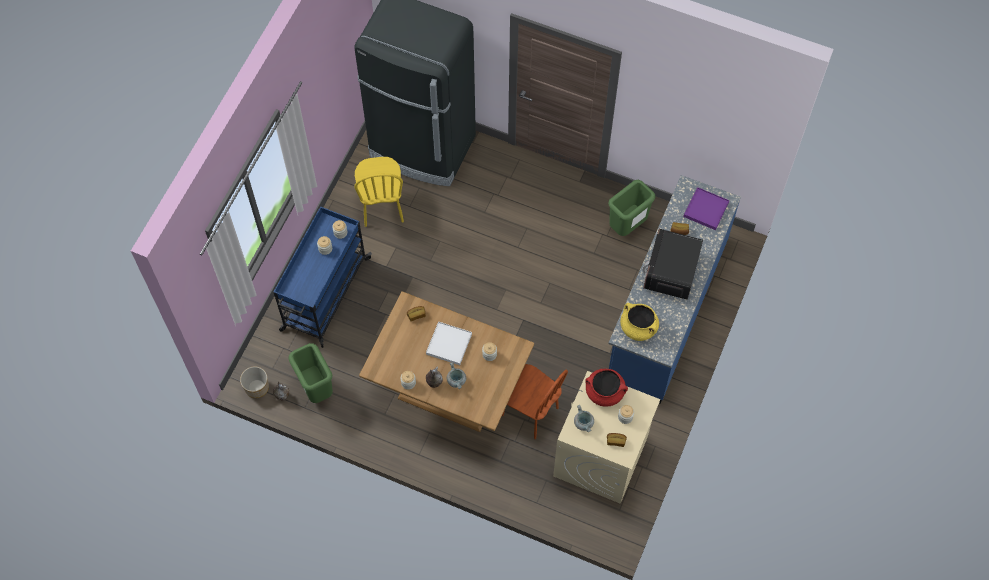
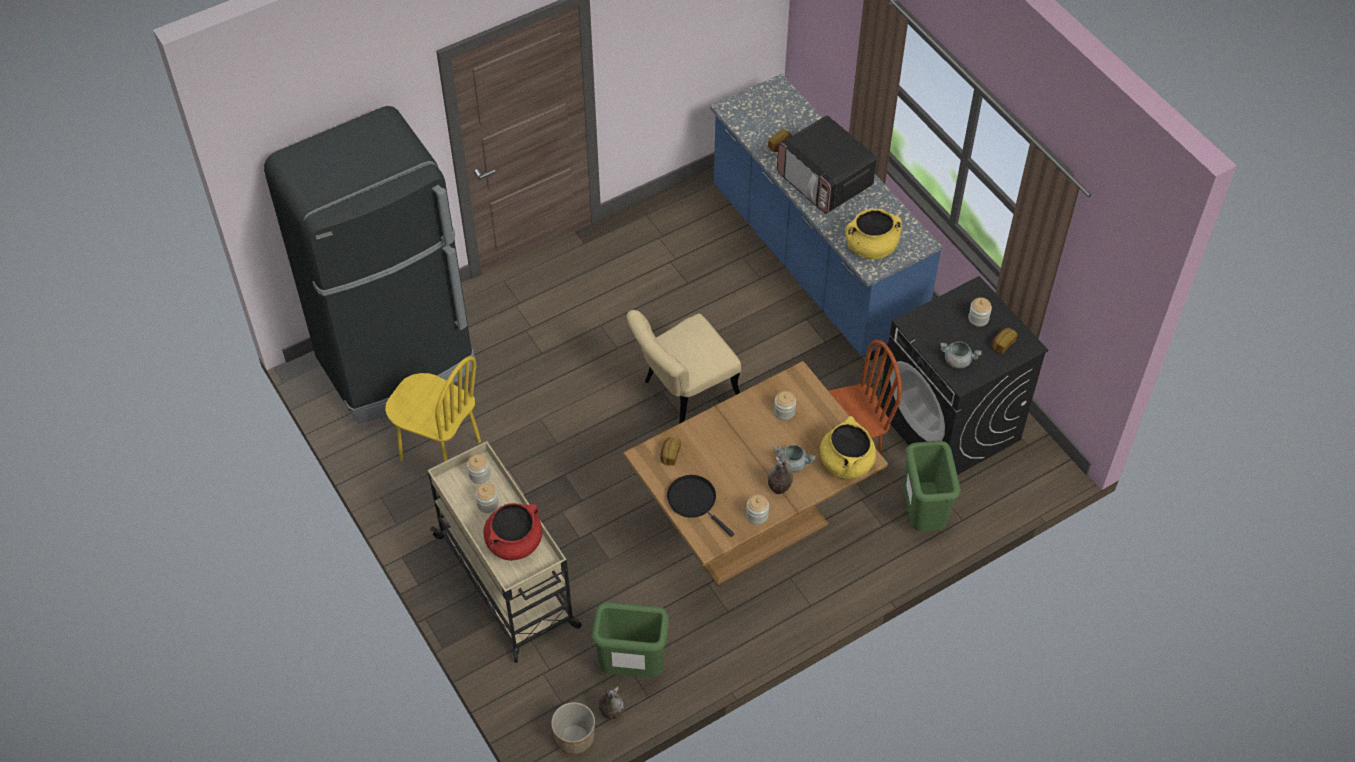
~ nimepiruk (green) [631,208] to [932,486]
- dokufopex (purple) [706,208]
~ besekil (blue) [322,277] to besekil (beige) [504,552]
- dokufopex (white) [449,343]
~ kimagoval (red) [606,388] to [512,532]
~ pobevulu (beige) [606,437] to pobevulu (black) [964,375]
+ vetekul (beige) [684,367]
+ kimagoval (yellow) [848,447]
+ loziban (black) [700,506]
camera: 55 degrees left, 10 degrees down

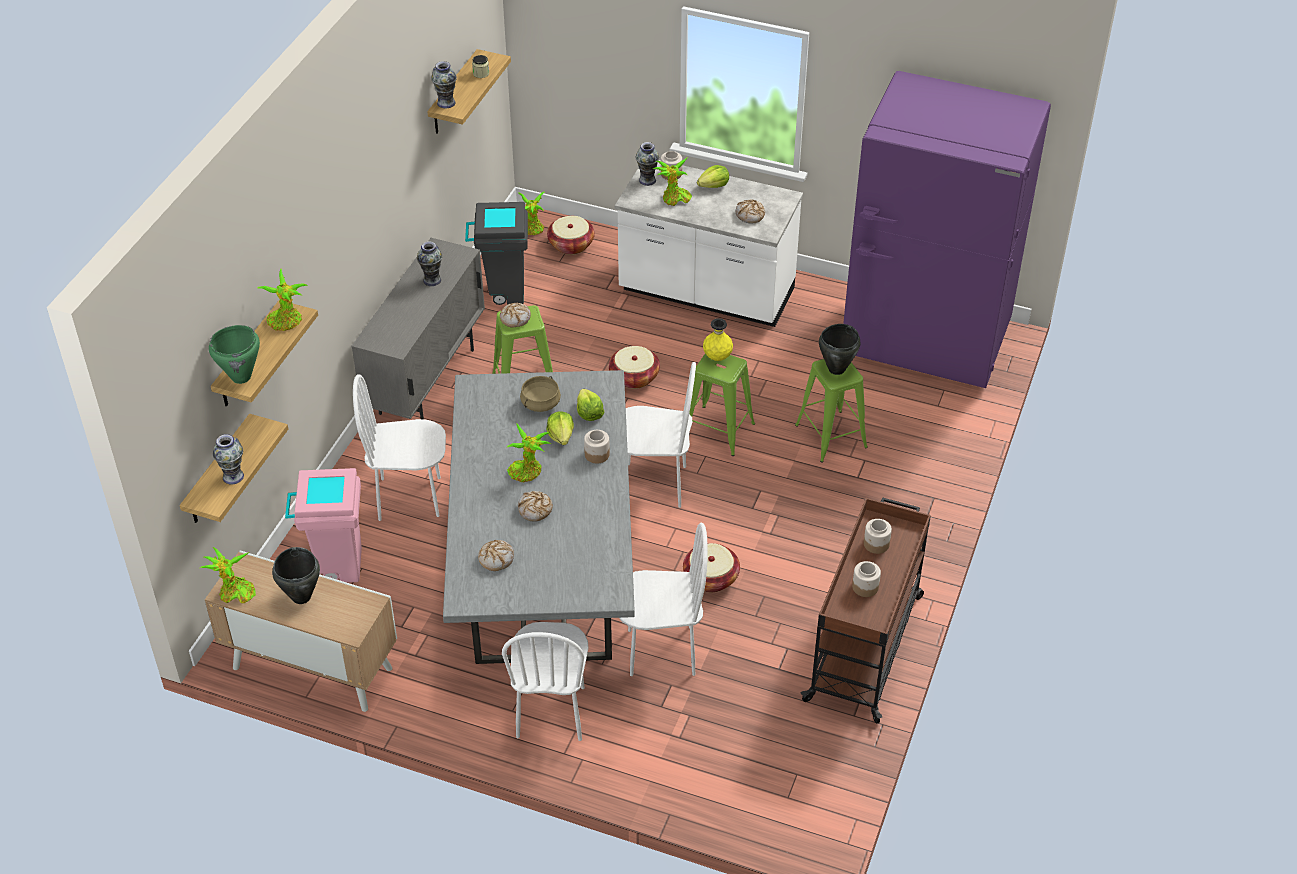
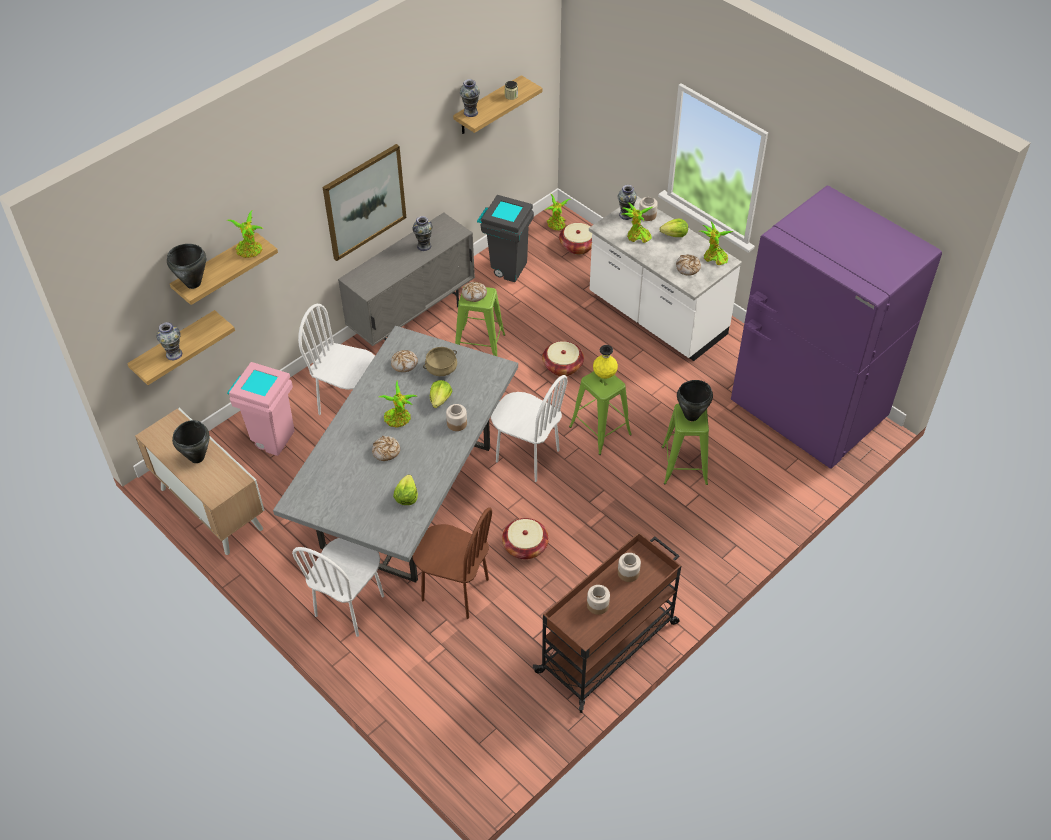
~ kimagoval (green) [234,354] to kimagoval (black) [186,266]
~ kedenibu [590,405] to [405,490]
~ vetekul (white) [663,599] to vetekul (brown) [452,563]
~ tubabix [496,555] to [404,361]
~ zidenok [228,575] to [716,243]
+ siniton [364,202]
camera: 25 degrees right, 5 degrees up

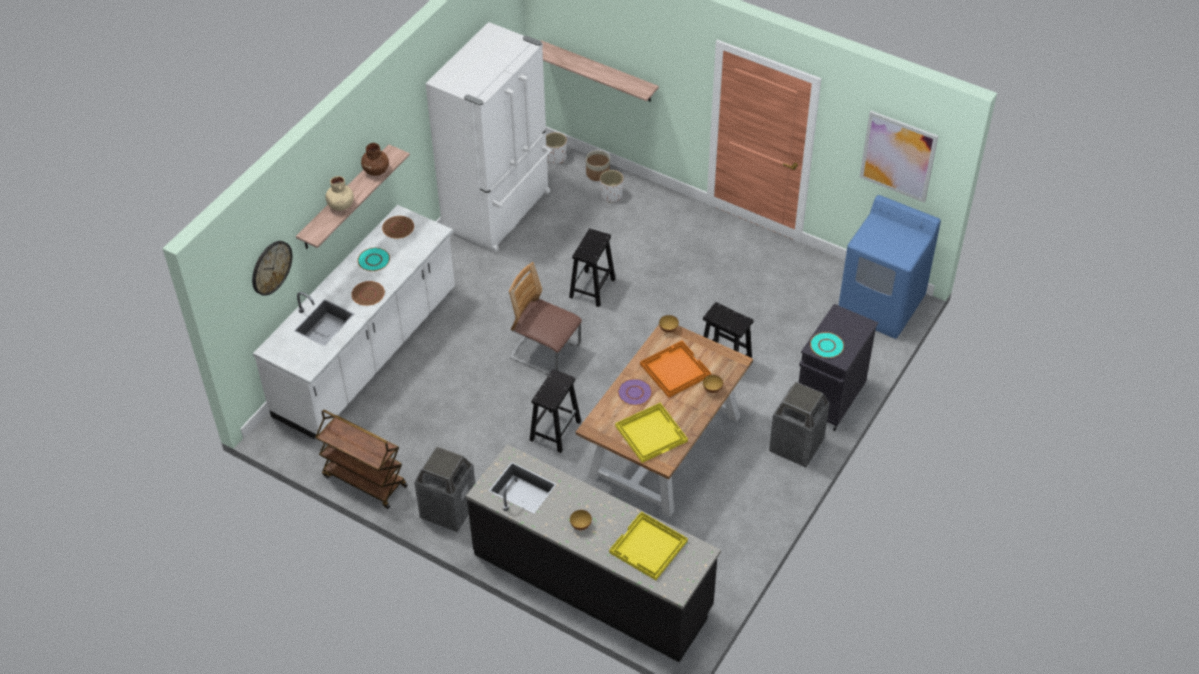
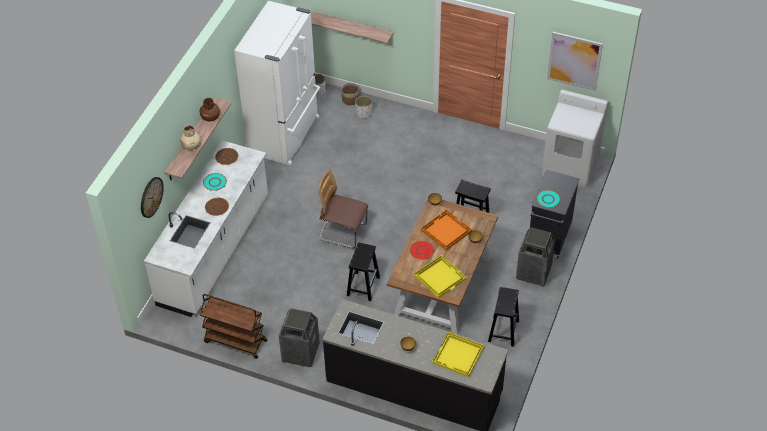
~ pobevulu (blue) [889,267] to pobevulu (white) [575,139]
~ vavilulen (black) [592,267] to [503,317]
~ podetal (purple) [635,392] to podetal (red) [422,250]
camera: 10 degrees left, 0 degrees up

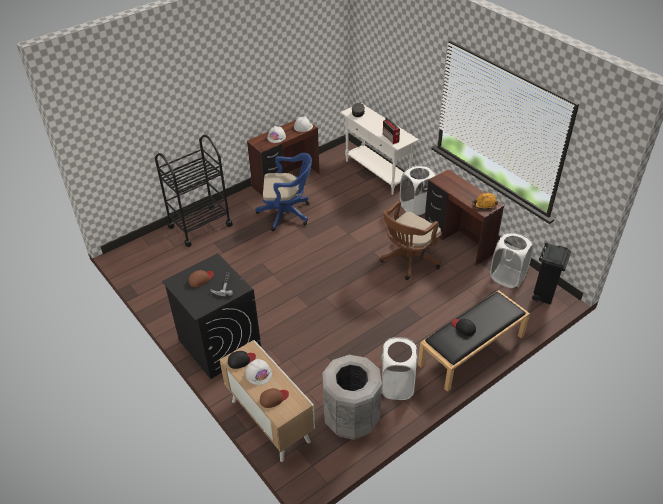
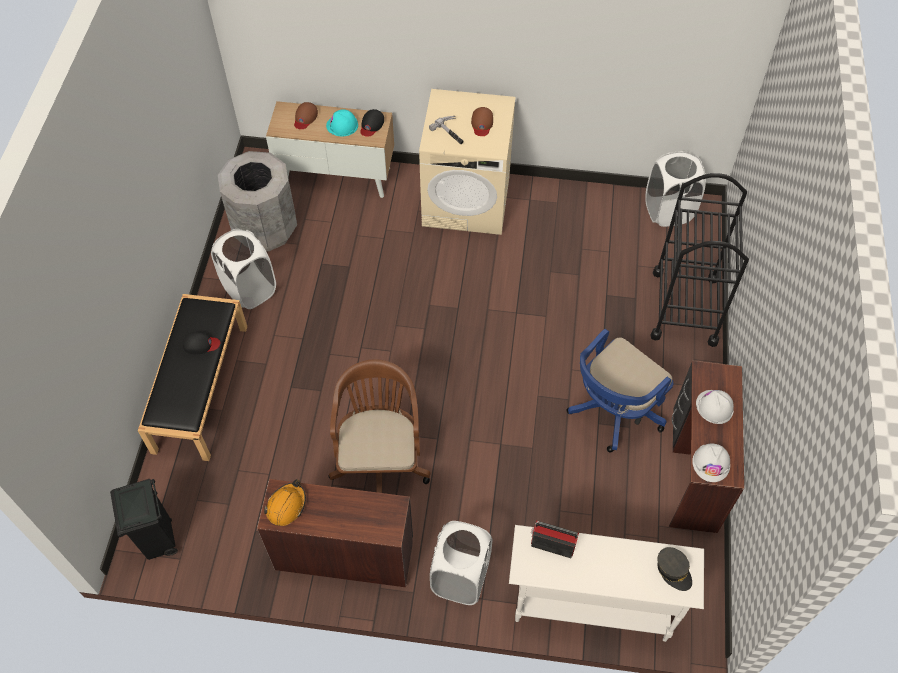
~ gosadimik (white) [512,260] to [675,189]
~ pobevulu (black) [211,316] to pobevulu (beige) [467,162]
~ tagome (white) [259,372] to tagome (turquoise) [342,122]
camera: 135 degrees right, 15 degrees up

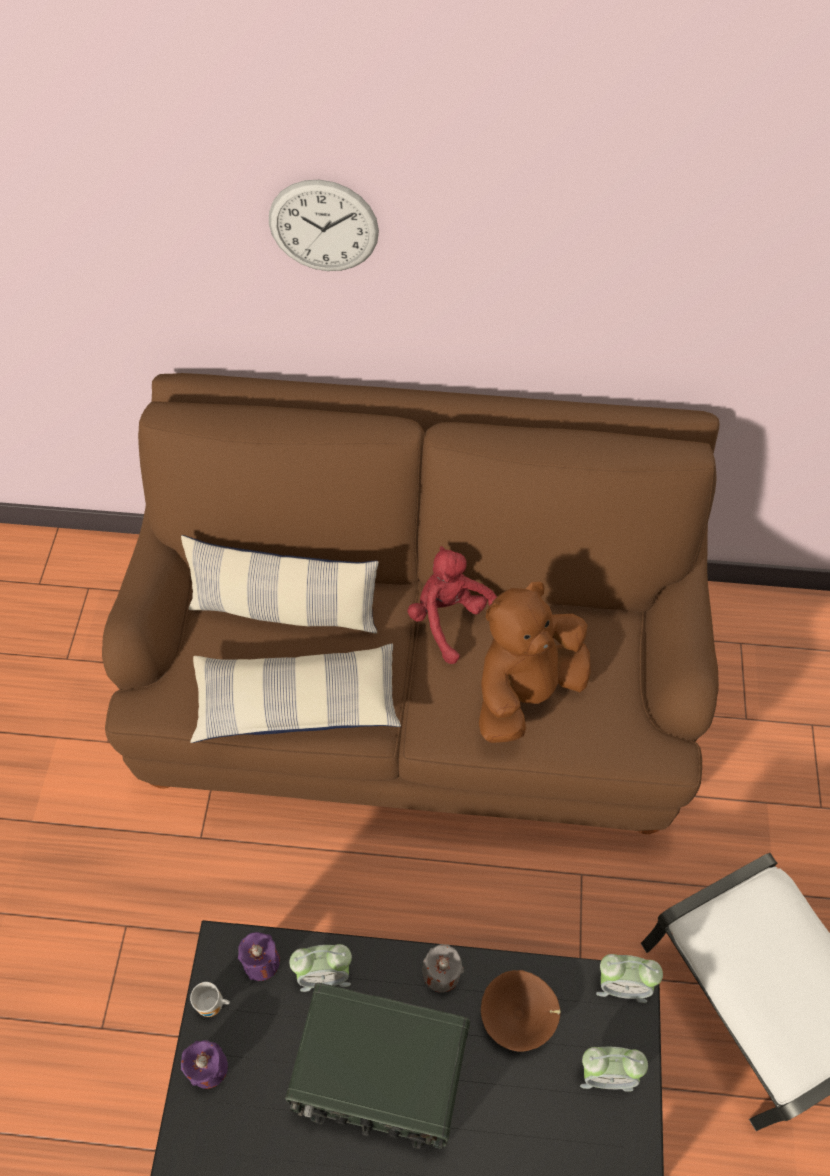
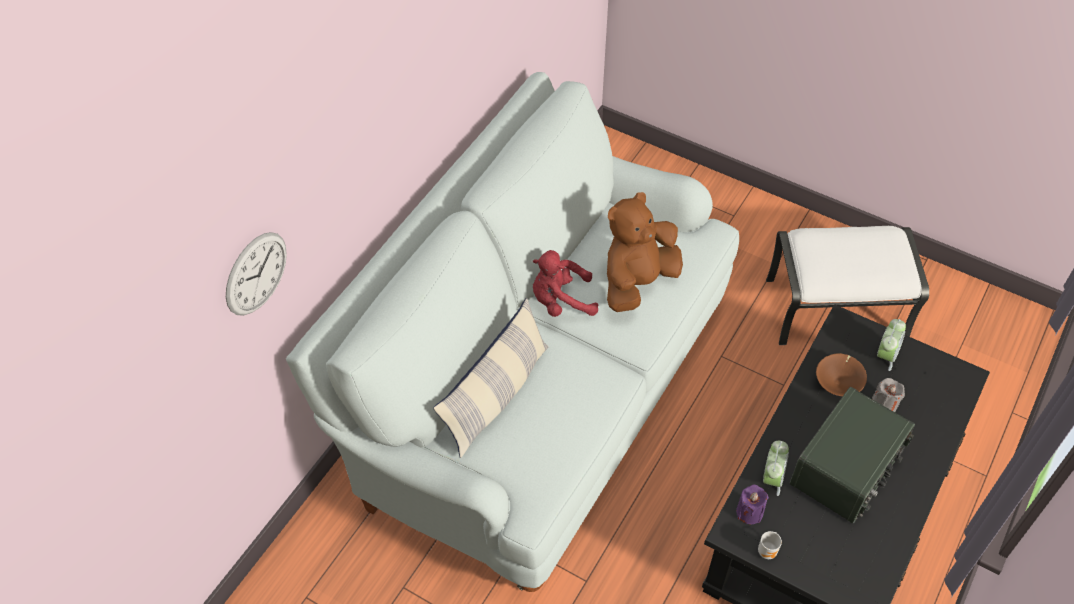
~ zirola [324,225] to [256,274]
~ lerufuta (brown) [410,603] to lerufuta (white) [512,332]
~ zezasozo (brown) [535,662] = [645,252] 60 degrees clockwise
- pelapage [295,693]
~ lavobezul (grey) [443,968] to [888,395]
- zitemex [629,978]
- lavobezul (purple) [204,1064]
camera: 65 degrees left, 5 degrees down

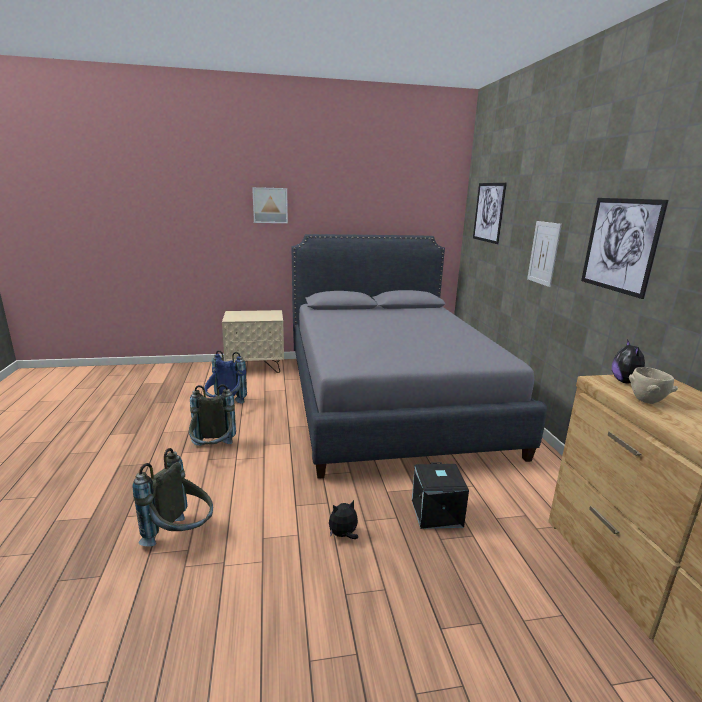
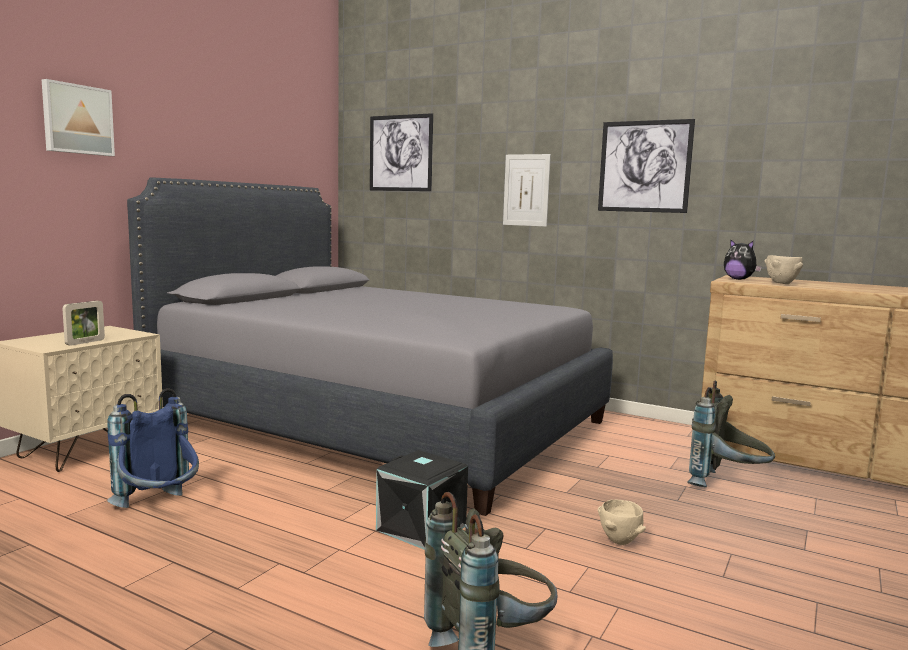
~ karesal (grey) [212,415] to [731,433]
~ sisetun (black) [440,495] to [422,500]
~ zezasozo [343,519] to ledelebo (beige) [622,522]
+ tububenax [83,323]
camera: 50 degrees left, 10 degrees down

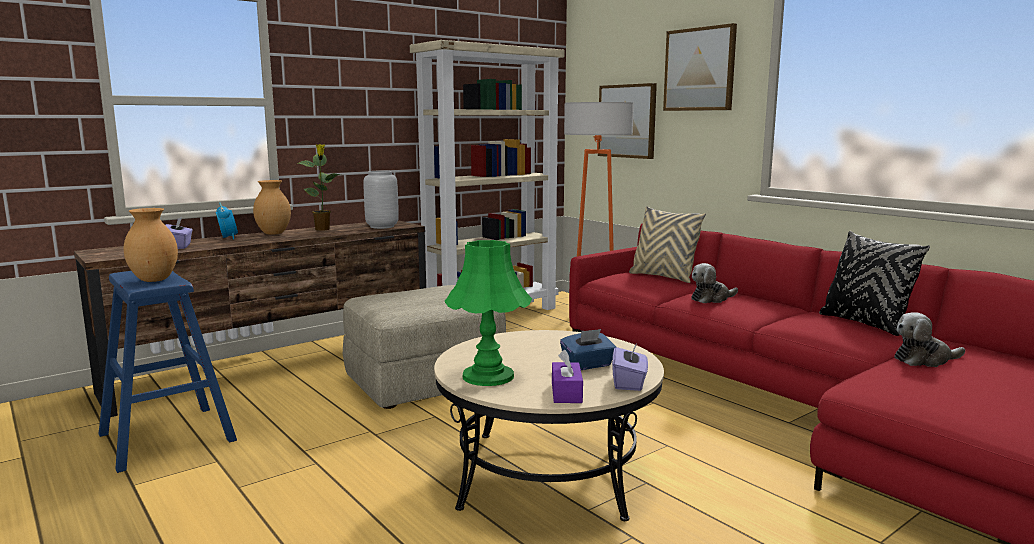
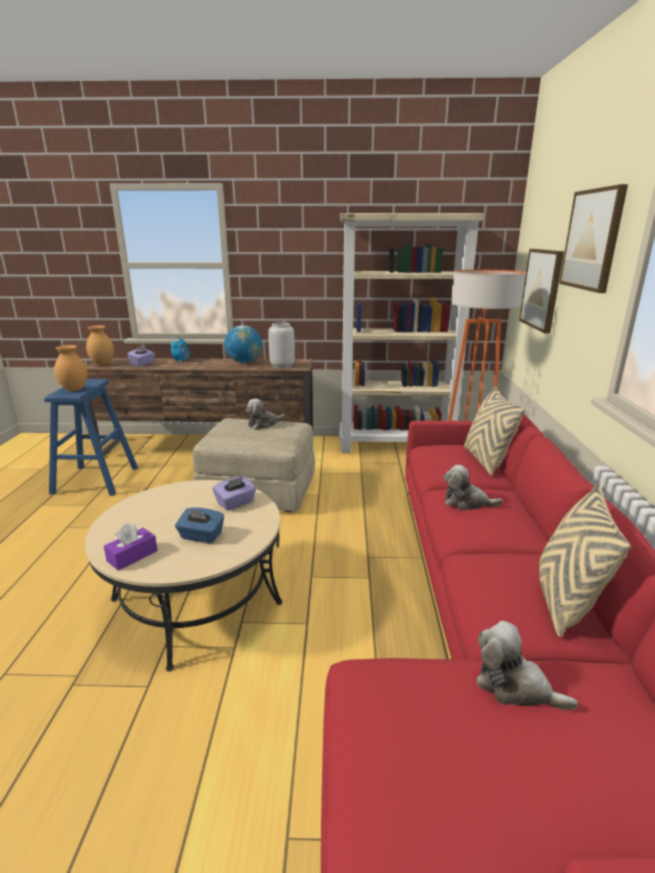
~ zidenok [319,187] to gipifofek [243,344]
~ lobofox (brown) [272,207] to [100,345]
~ pelapage (black) [874,283] to pelapage (beige) [585,560]
- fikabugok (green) [488,313]
~ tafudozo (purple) [630,366] to [234,493]
+ zezasozo [265,414]
camera: 40 degrees right, 10 degrees up

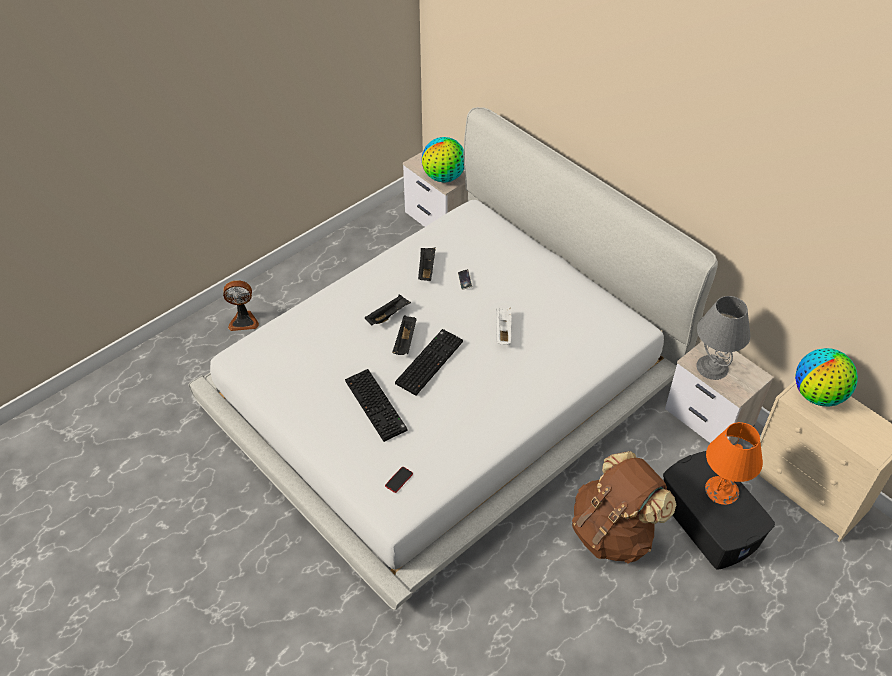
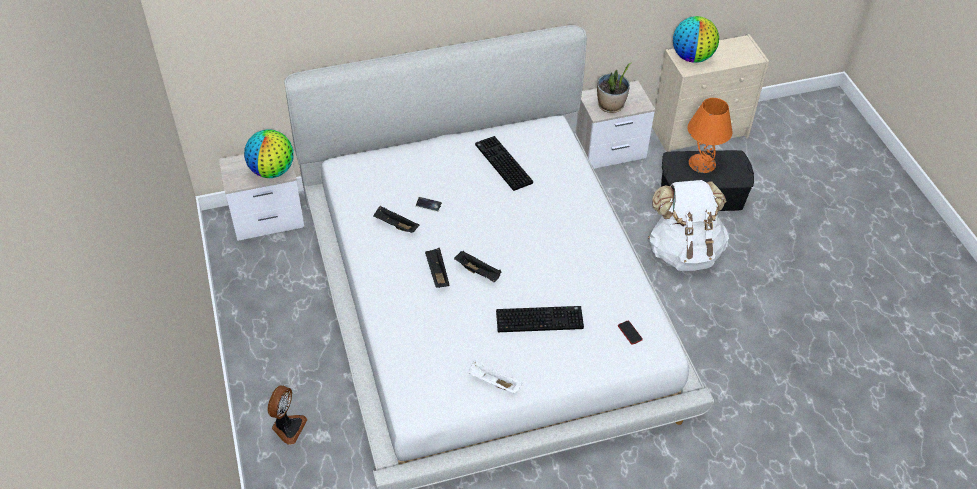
~ fikabugok (grey) [723,338] to zidenok [614,87]
~ dokufopex (white) [503,326] to [495,376]
~ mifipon [429,362] to [504,163]
~ karesal (brown) [624,507] to karesal (white) [688,225]
camera: 65 degrees left, 0 degrees up

